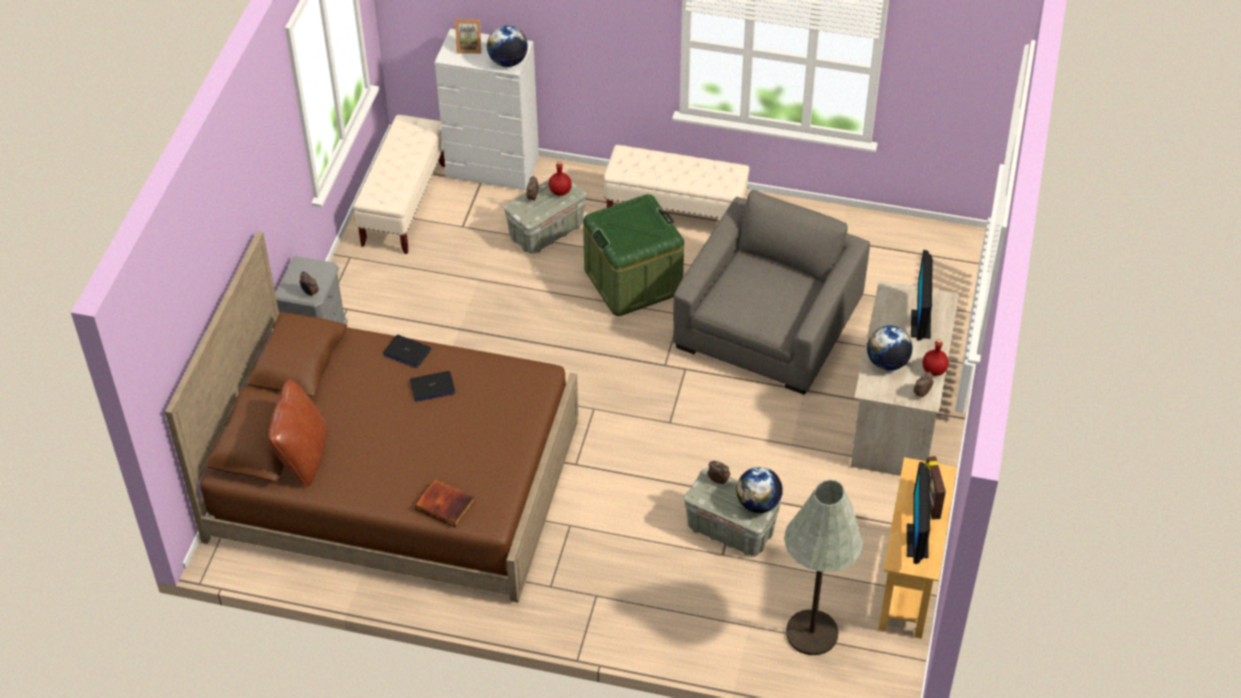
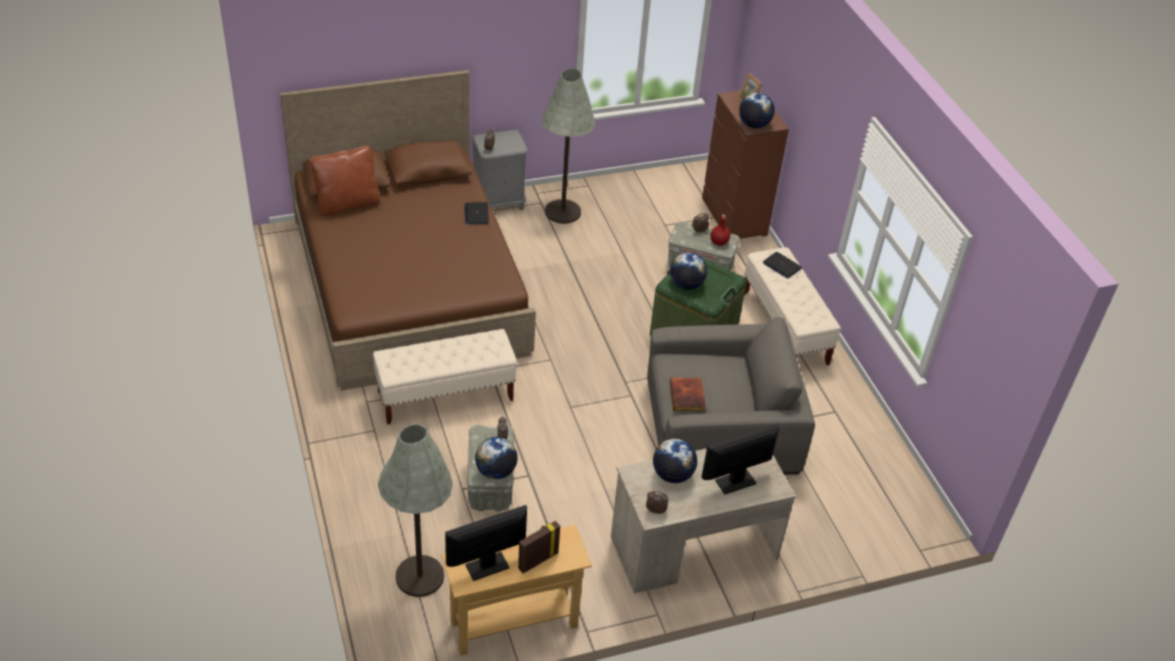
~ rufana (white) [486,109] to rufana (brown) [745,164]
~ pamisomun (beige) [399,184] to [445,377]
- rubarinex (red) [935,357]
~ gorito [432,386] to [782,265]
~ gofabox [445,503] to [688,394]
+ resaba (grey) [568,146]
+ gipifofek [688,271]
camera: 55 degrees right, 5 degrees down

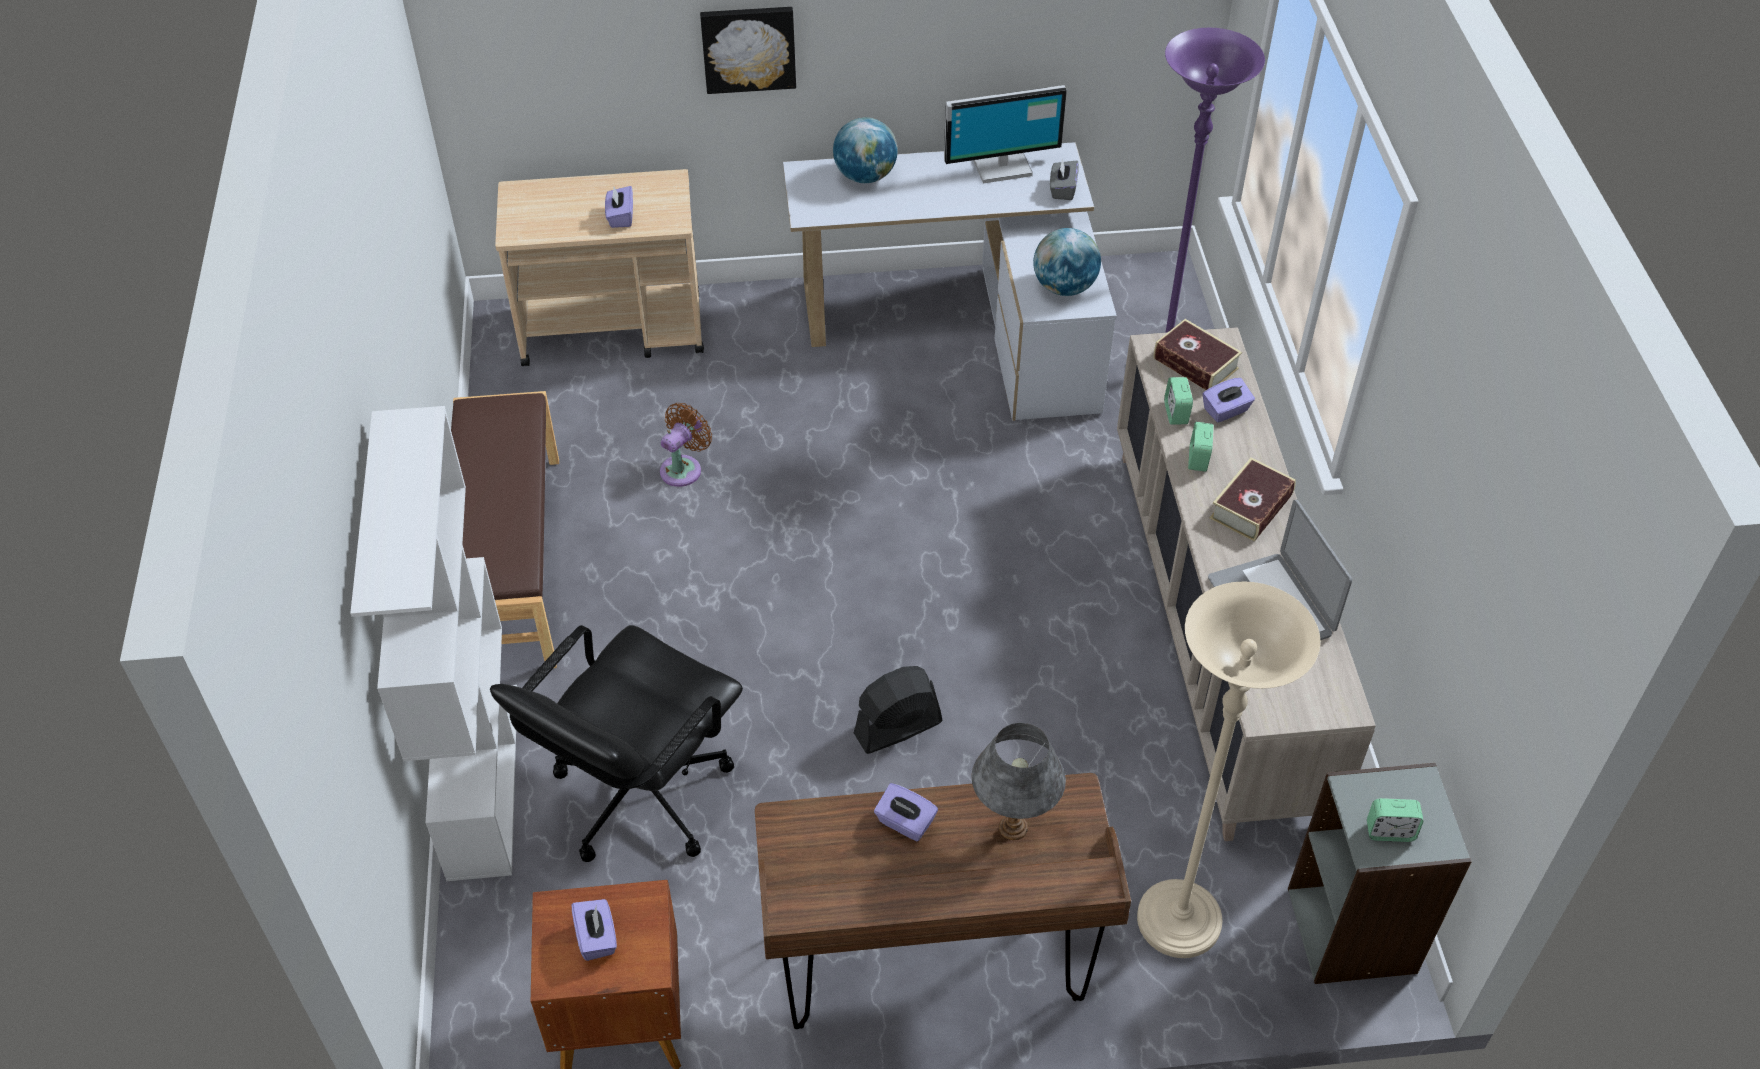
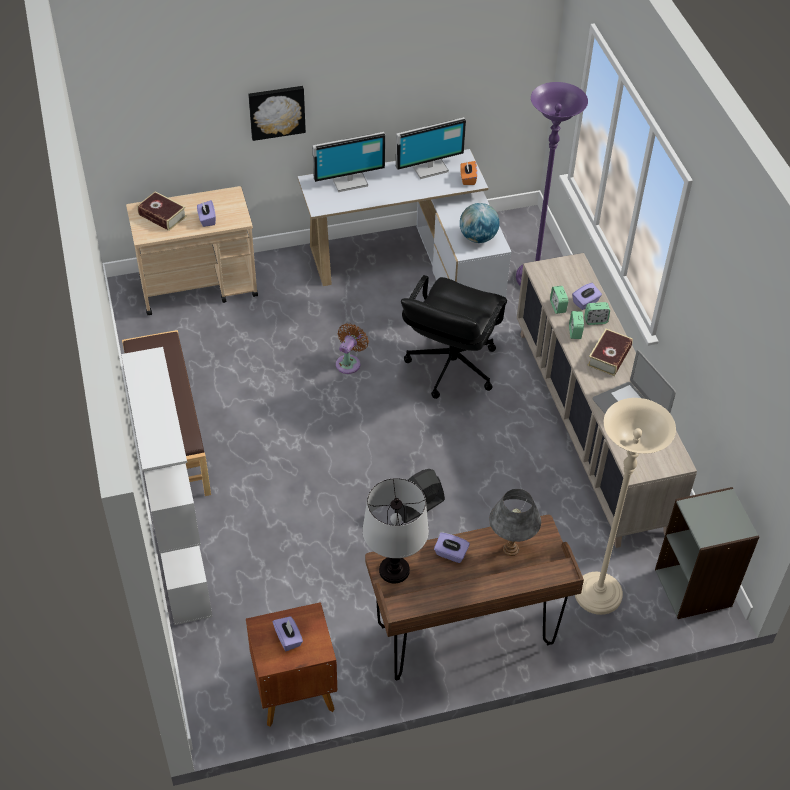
~ gipifofek [865,150] to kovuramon [348,162]
~ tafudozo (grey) [1064,179] to tafudozo (orange) [468,173]
~ gofabox [1197,354] to [162,211]
~ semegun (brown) [686,445] to [352,348]
~ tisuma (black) [616,743] to [454,337]
~ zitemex [1395,820] to [597,313]
+ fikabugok [396,530]
camera: 10 degrees left, 0 degrees up

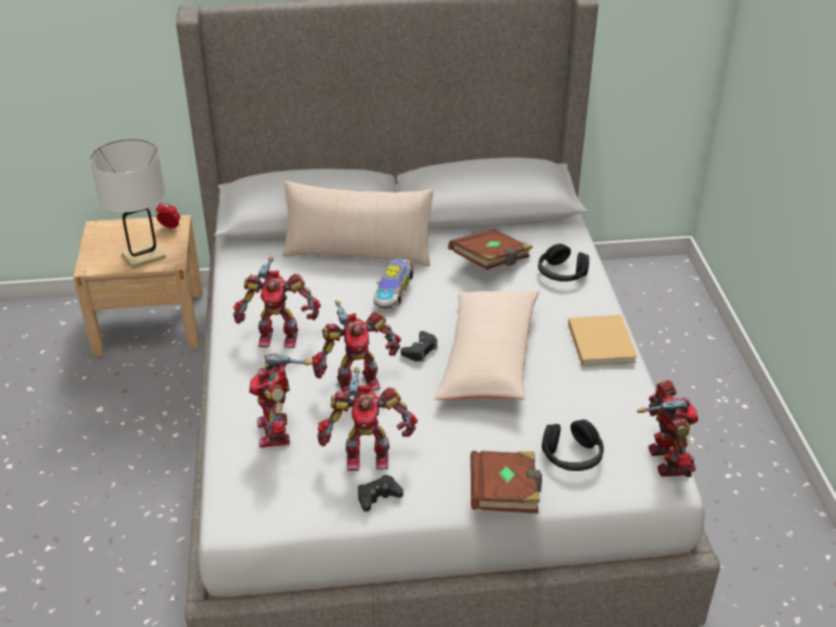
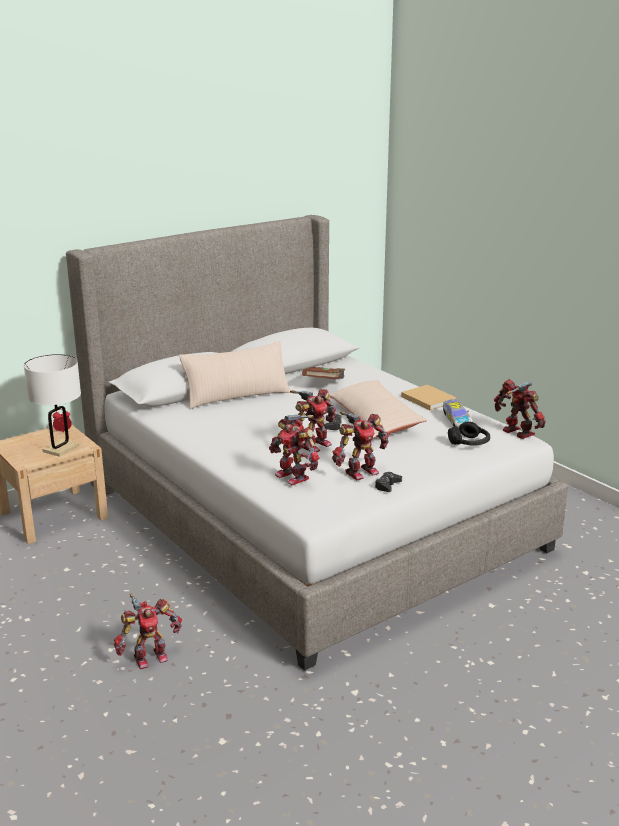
- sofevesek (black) [563,263]
~ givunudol [277,302] to [148,631]
~ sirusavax [393,284] to [458,413]
- gofabox (brown) [506,482]
camera: 30 degrees left, 15 degrees down

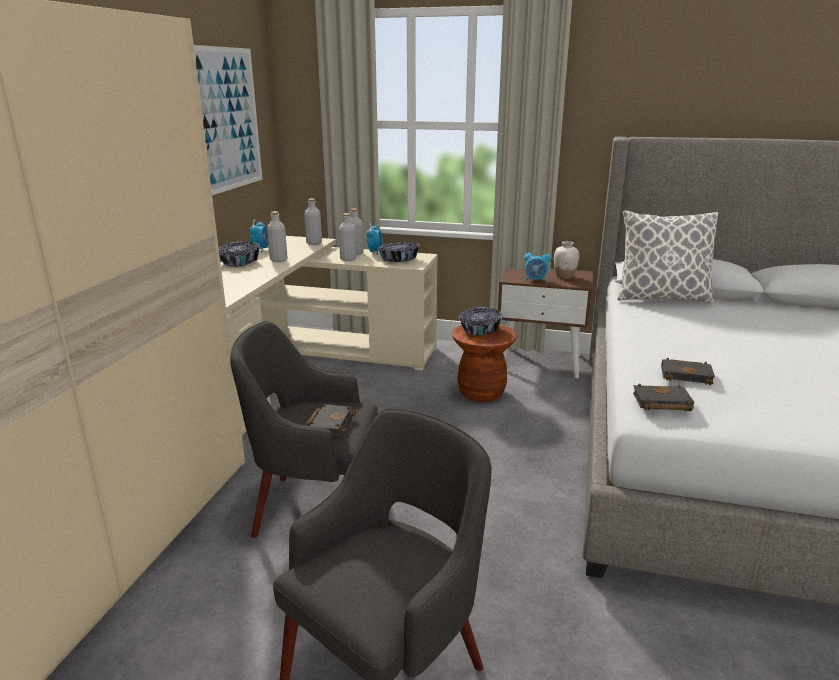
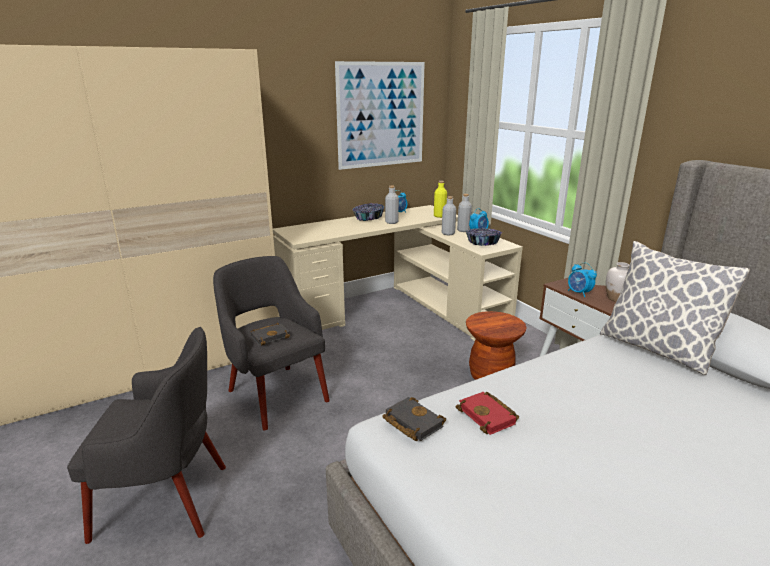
~ rubarinex (grey) [313,222] to rubarinex (yellow) [440,199]
- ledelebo [481,321]
~ gofabox (black) [688,371] to gofabox (red) [487,413]
camera: 45 degrees right, 0 degrees up

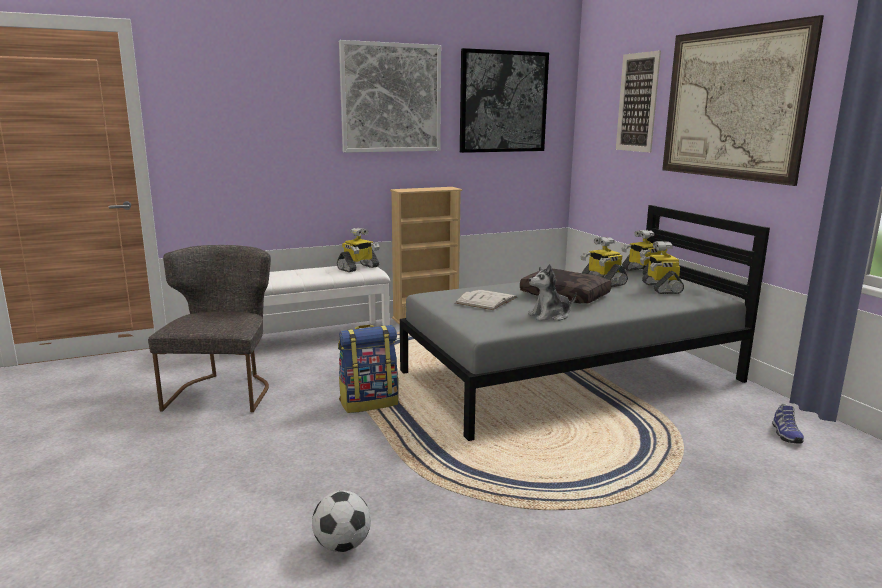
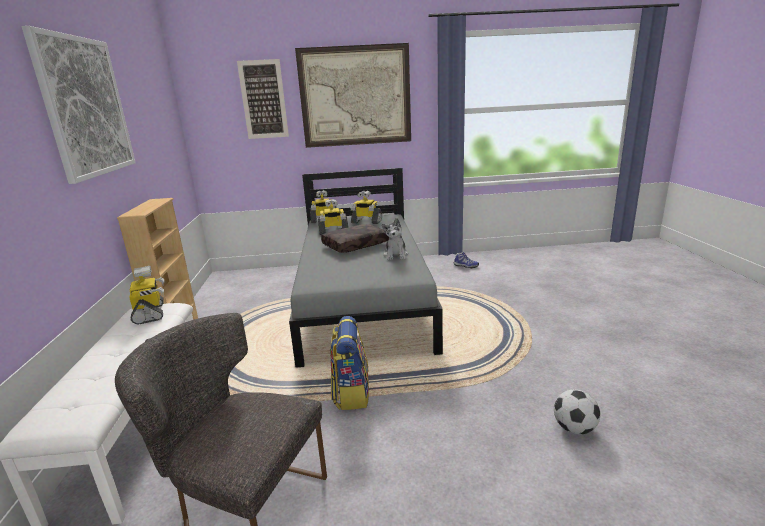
- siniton [504,100]
- gofabox (white) [486,300]
camera: 70 degrees left, 5 degrees up

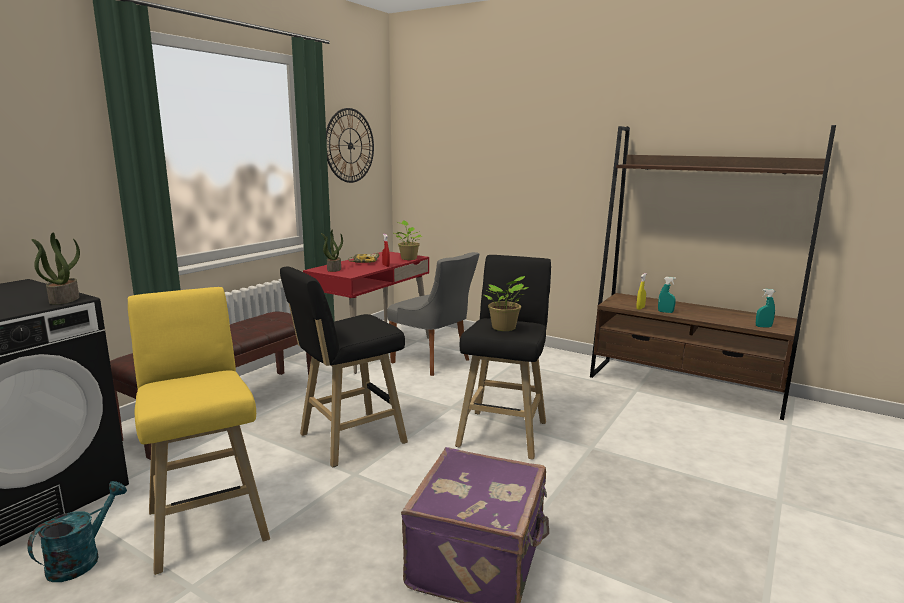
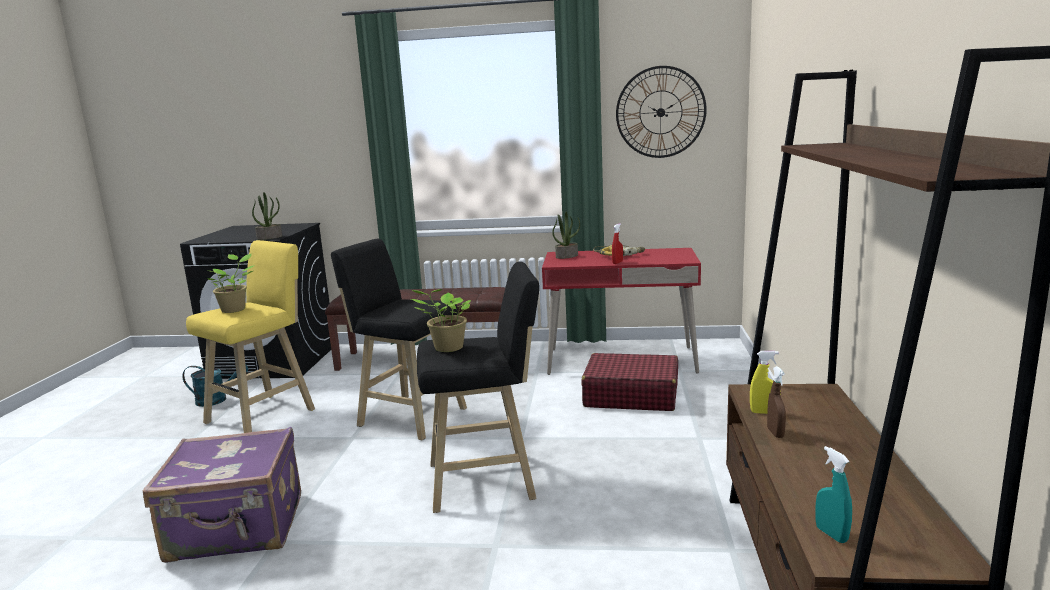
~ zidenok [408,240] to [231,283]
~ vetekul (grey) [433,314] to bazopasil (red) [630,382]
~ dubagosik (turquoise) [667,295] to dubagosik (brown) [776,402]
camera: 65 degrees right, 0 degrees up

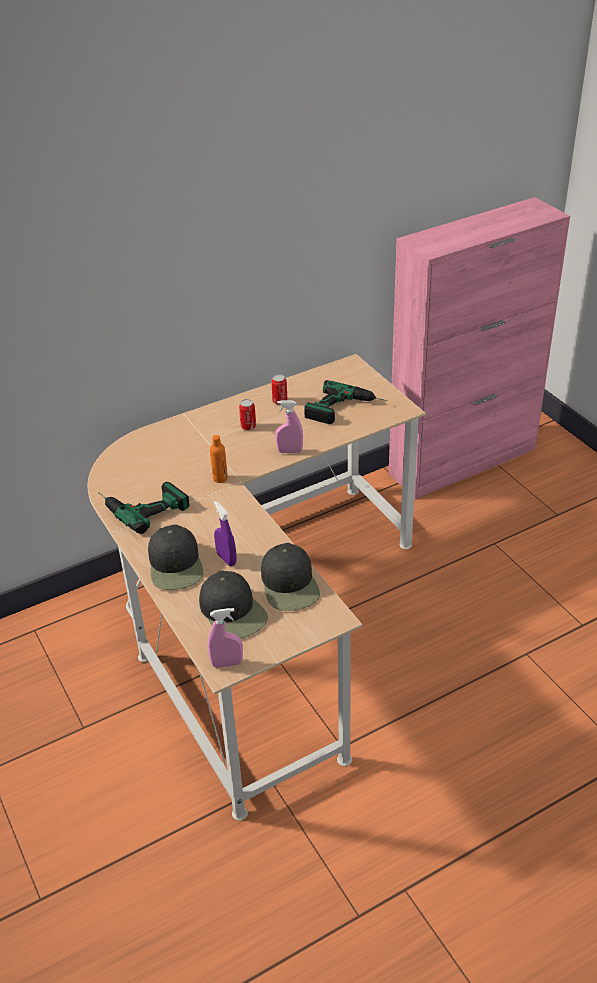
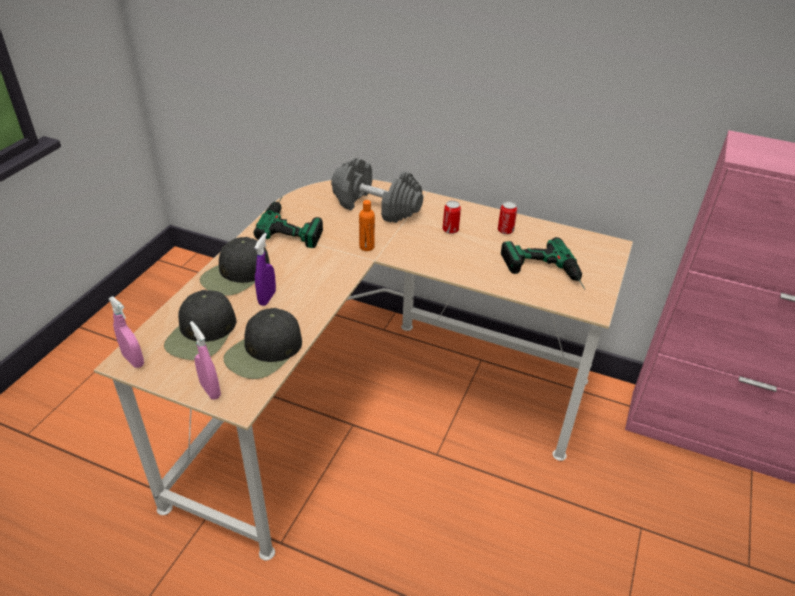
~ dubagosik (pink) [289,426] to [205,360]
+ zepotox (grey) [377,190]
camera: 50 degrees right, 0 degrees up

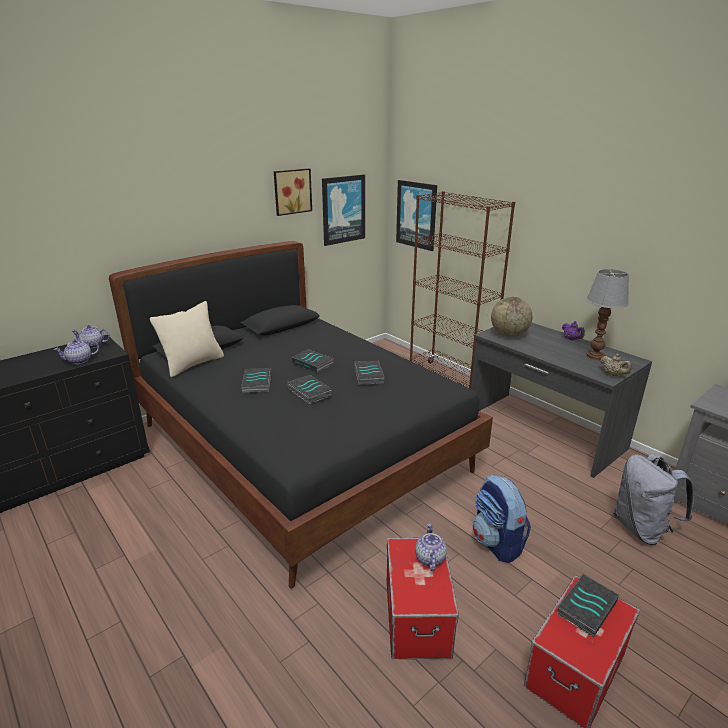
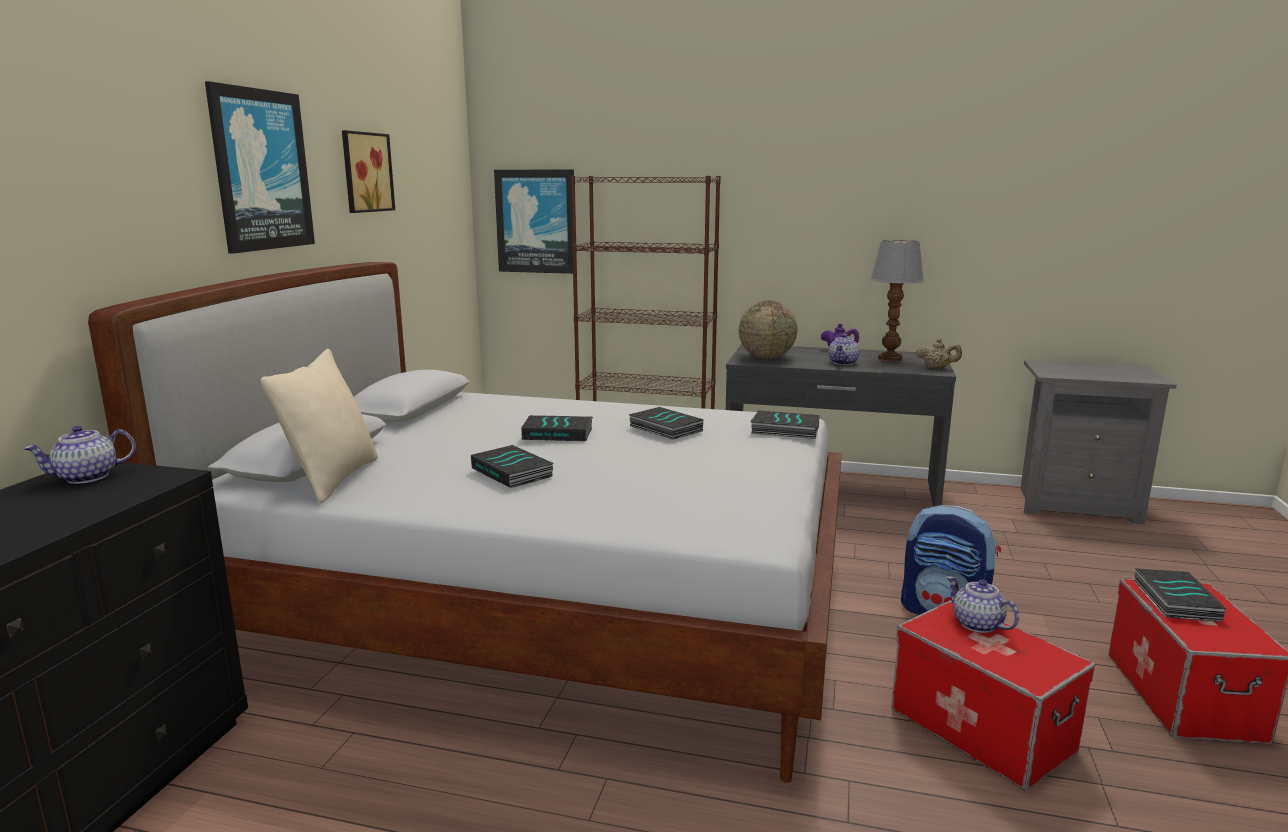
~ siniton [343,210] to [260,167]
~ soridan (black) [301,415] to soridan (white) [465,522]
~ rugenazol [76,351] to [844,349]
~ gofabox [310,389] to [785,424]
- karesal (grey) [653,499]
camera: 35 degrees left, 10 degrees down

